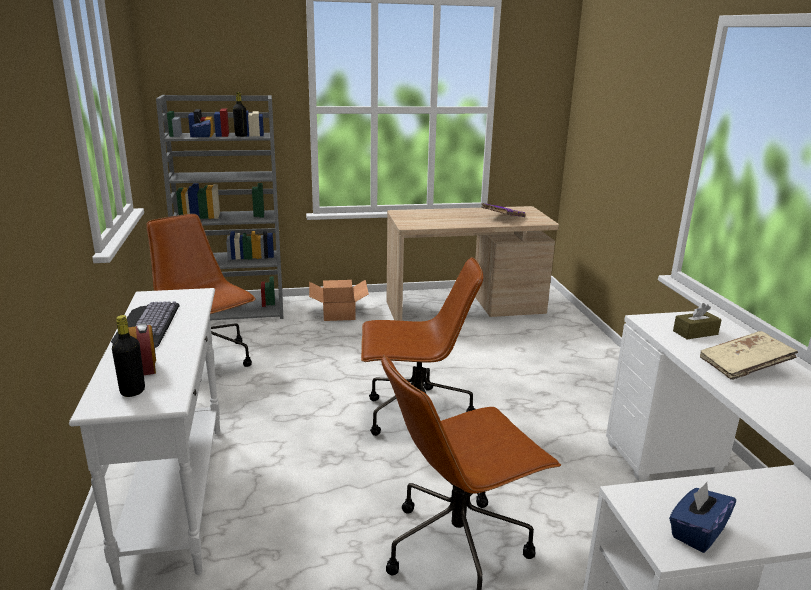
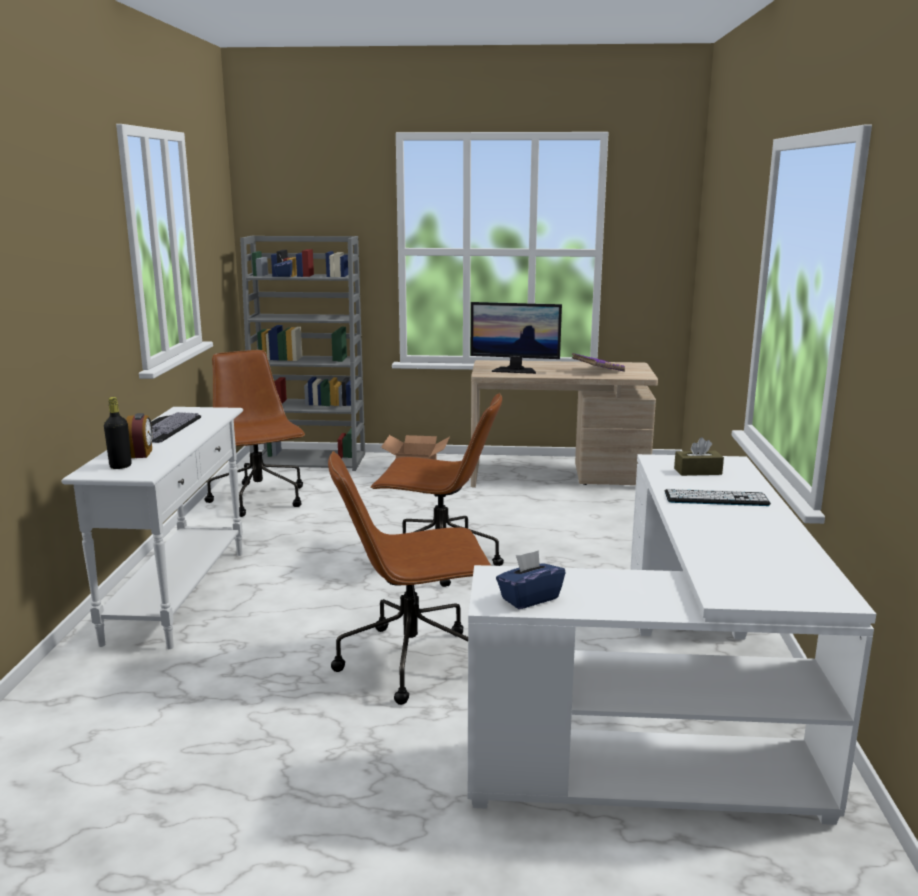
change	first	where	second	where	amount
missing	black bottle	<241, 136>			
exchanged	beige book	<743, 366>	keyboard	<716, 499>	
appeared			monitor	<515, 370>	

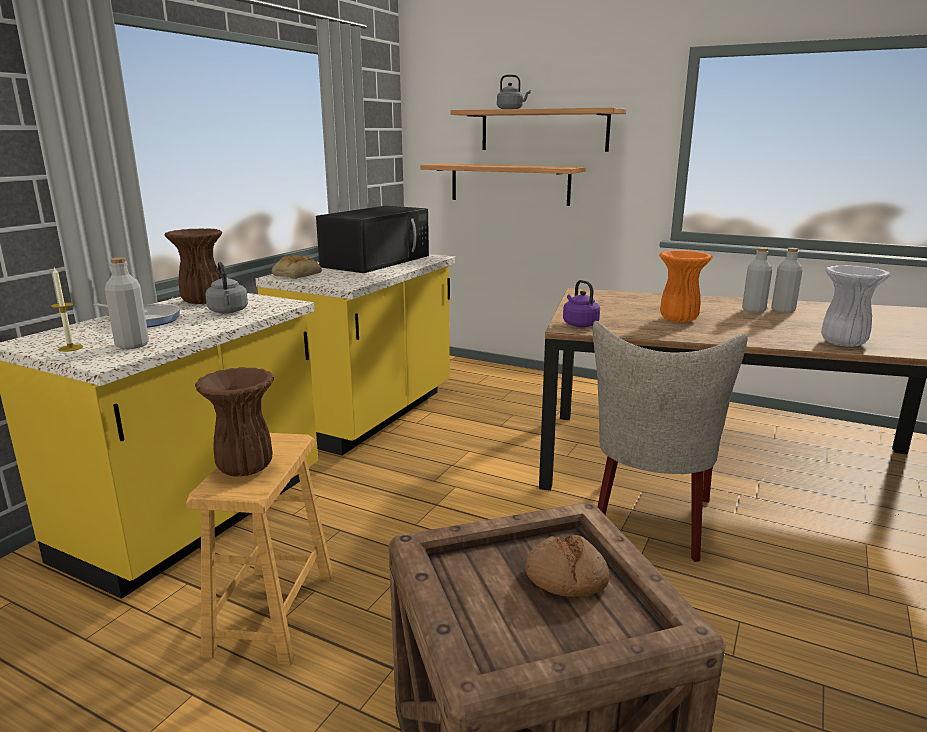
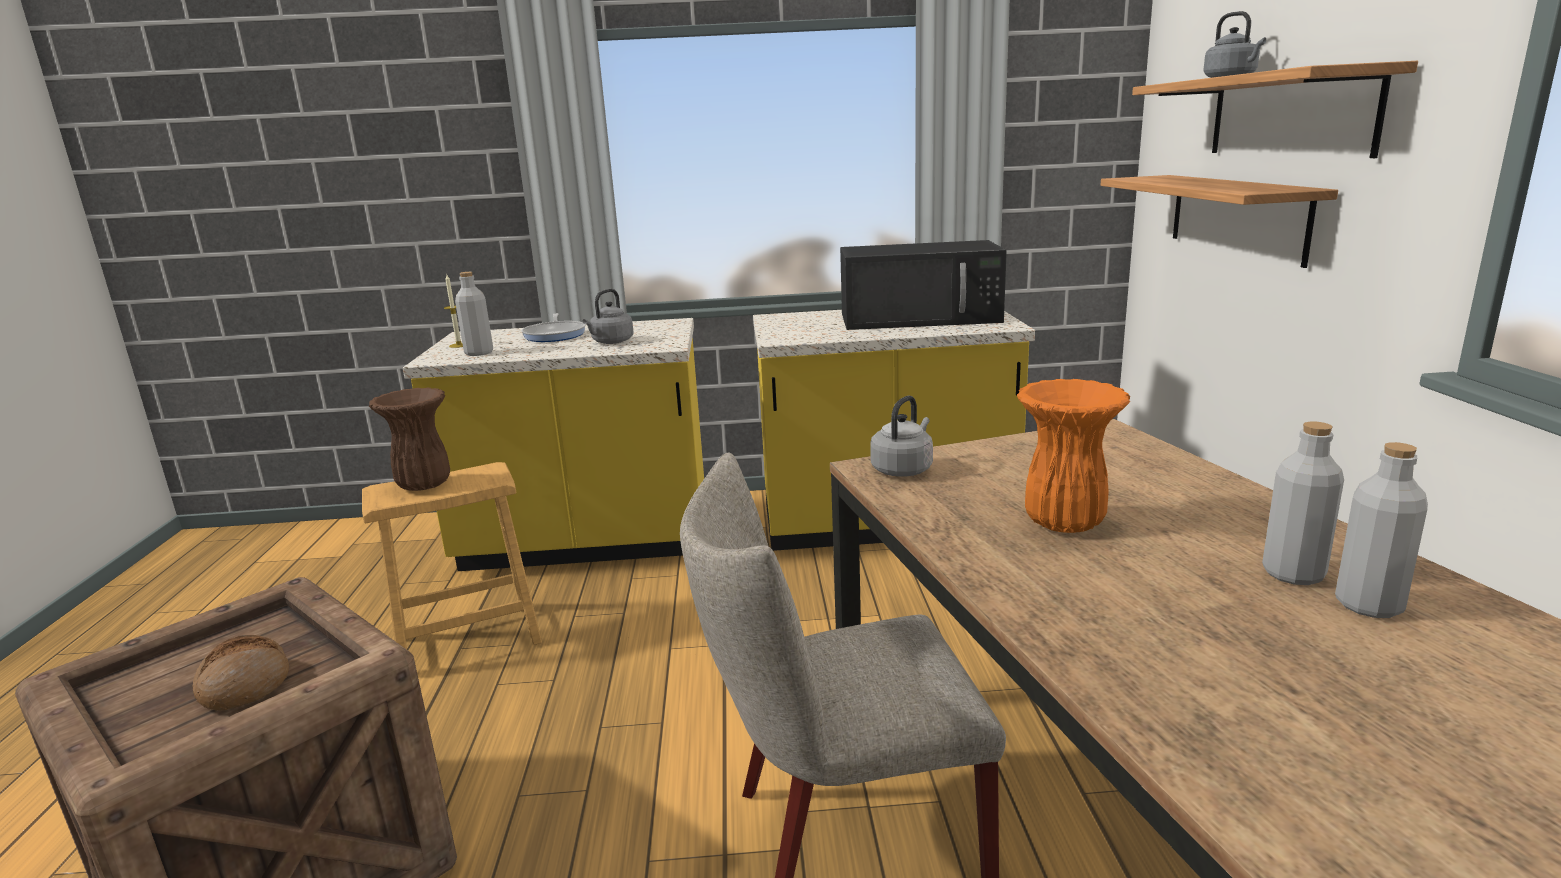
change	first	where	second	where	amount
missing	brown vase	<202, 302>			
missing	bread	<297, 274>			
missing	white vase	<844, 343>			
colour	purple kettle	<579, 324>	grey kettle	<903, 469>	

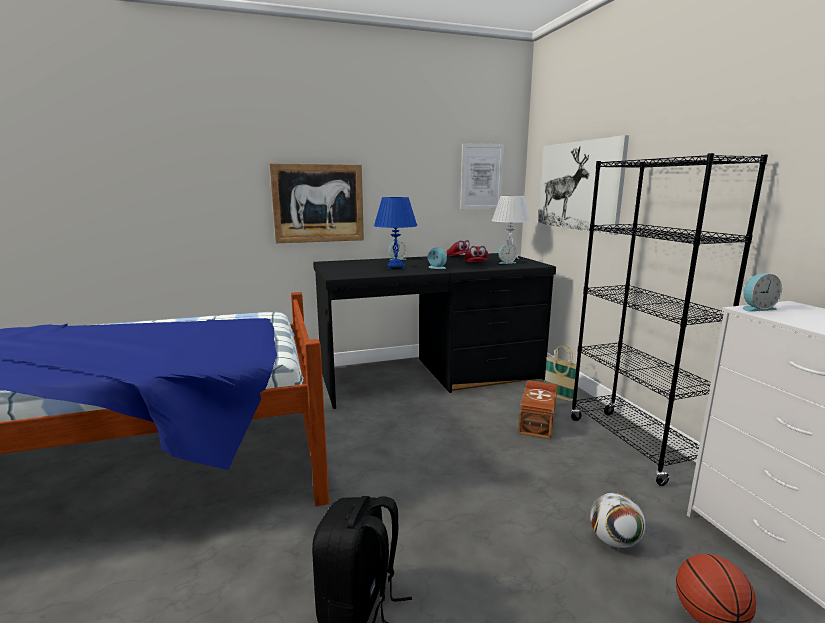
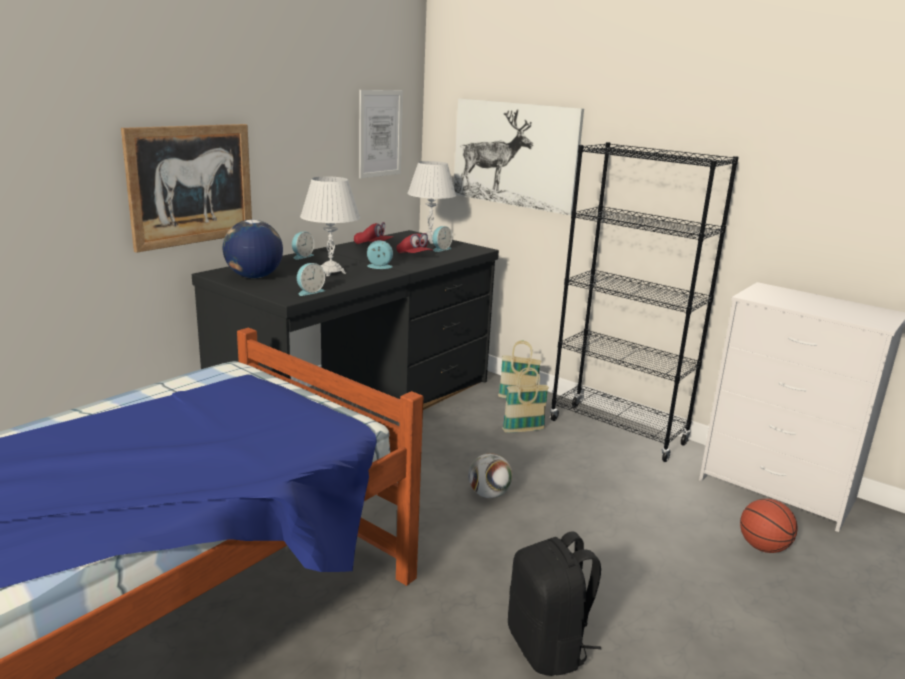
change	first	where	second	where	amount
colour	blue table lamp	<396, 267>	white table lamp	<331, 272>	
relocated	alarm clock	<756, 308>		<309, 291>	
exchanged	brown storage box	<538, 421>	basket	<523, 430>	
relocated	football	<614, 541>		<489, 494>	
appeared			globe	<254, 277>	

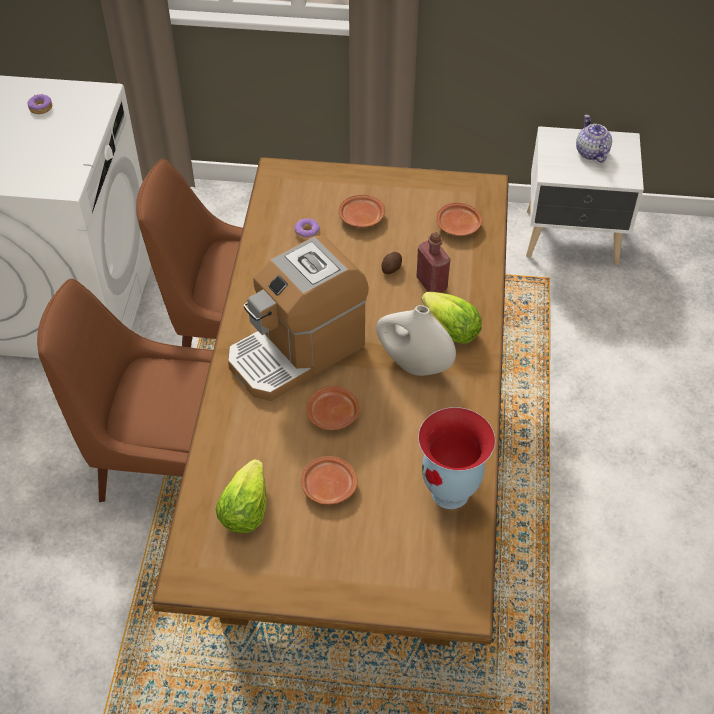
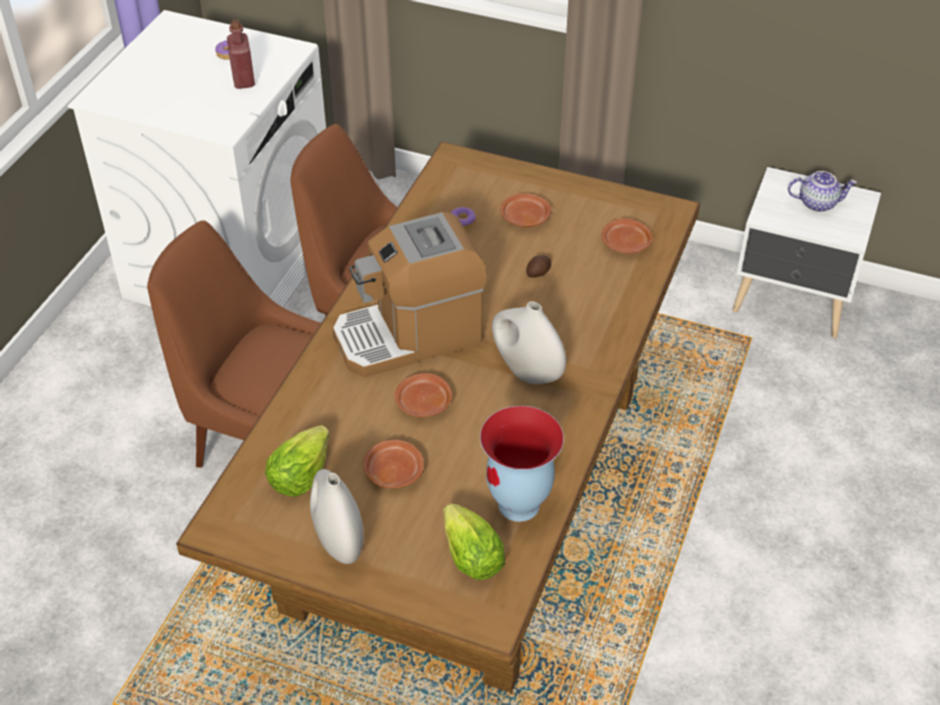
change	first	where	second	where	amount
spun	teapot	<591, 152>		<818, 203>	90 degrees clockwise
relocated	red bottle	<431, 283>		<243, 80>	
relocated	lettuce	<451, 330>		<471, 558>	
appeared			white vase	<338, 541>	

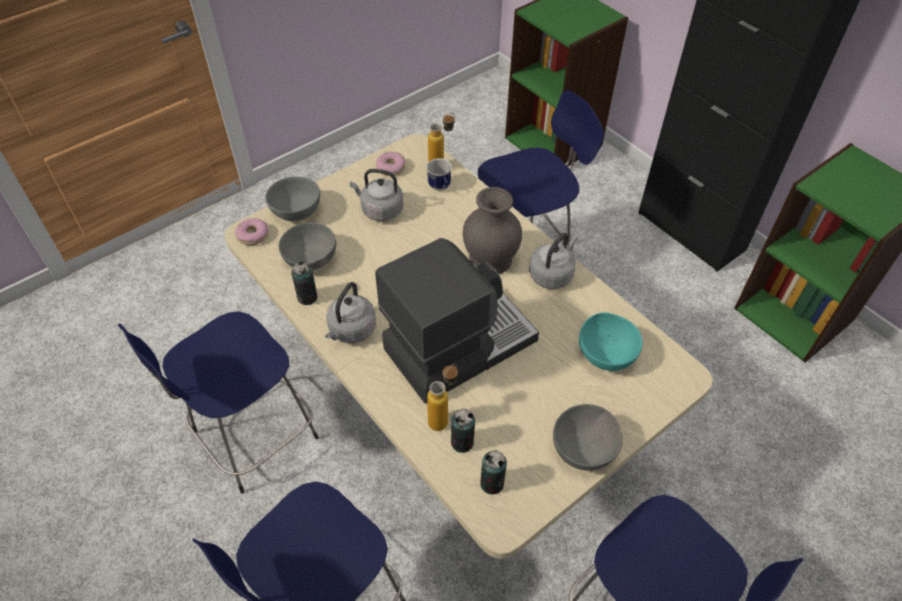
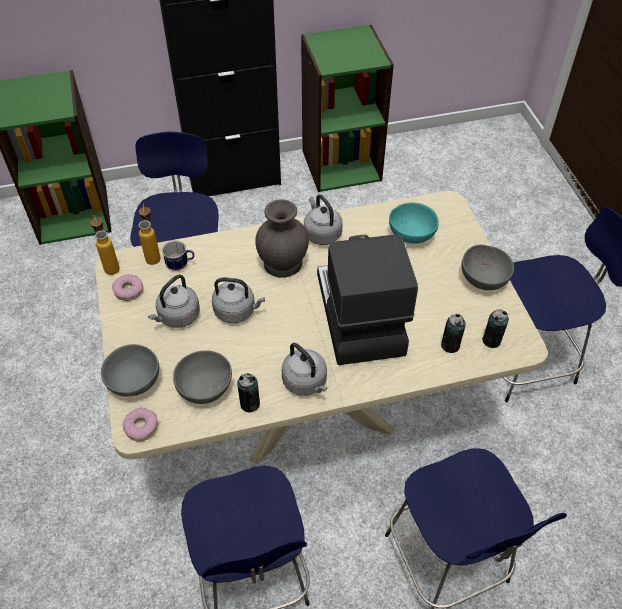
change	first	where	second	where	amount
relocated	bottle	<443, 417>		<110, 265>	
appeared			grey kettle	<237, 311>	

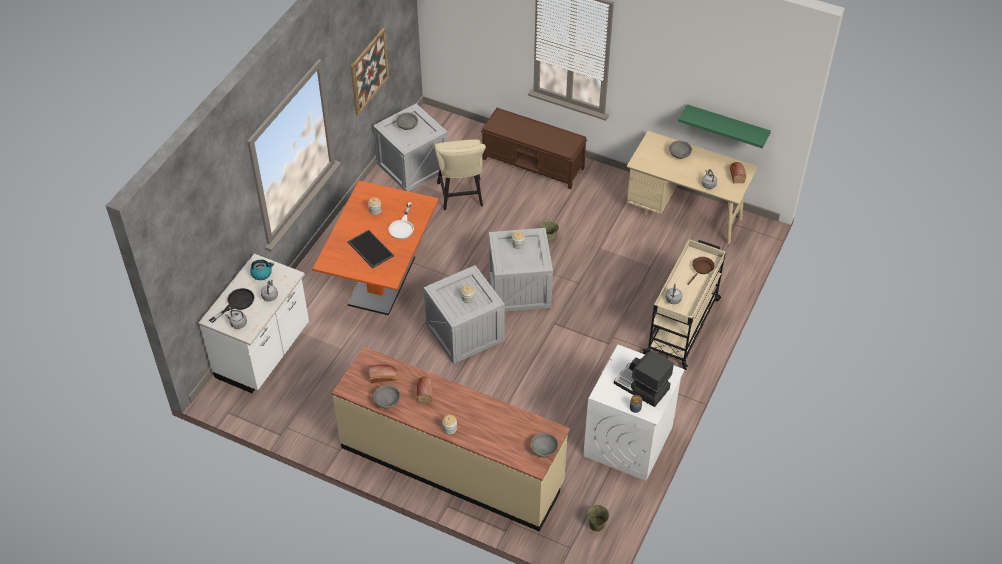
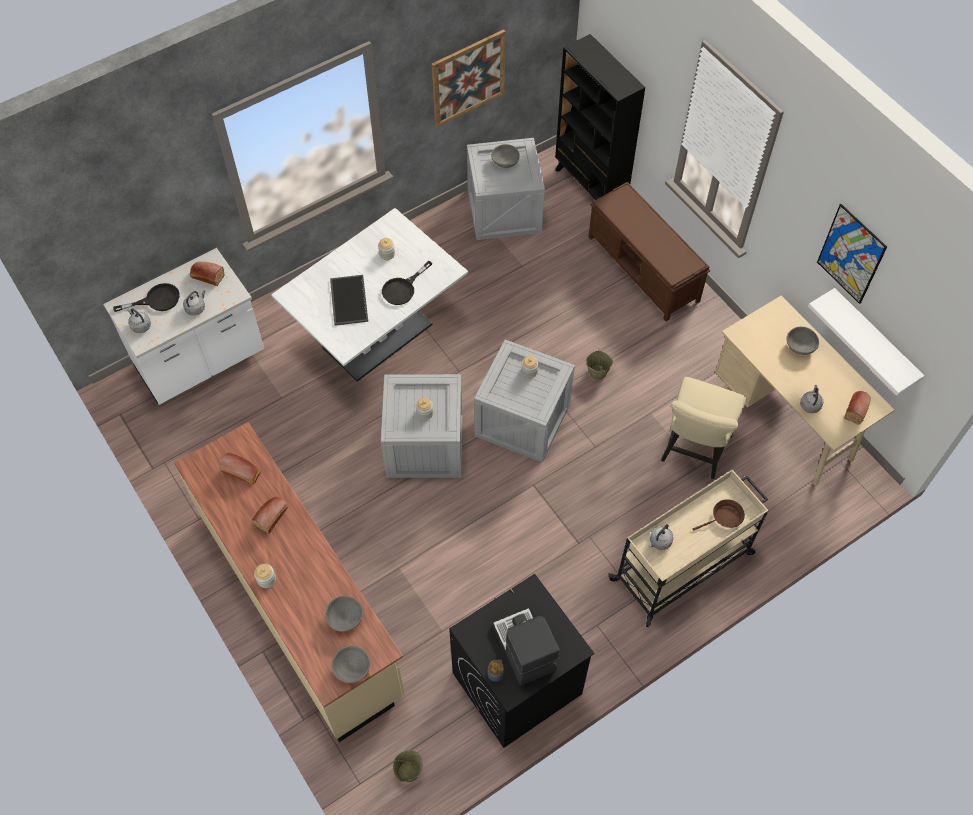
change	first	where	second	where	amount
colour	green shelf	<727, 125>	white shelf	<874, 339>	
relocated	beige chair	<461, 197>		<693, 452>	
colour	orange dining table	<382, 281>	white dining table	<377, 336>	
colour	white frying pan	<402, 227>	black frying pan	<403, 288>	
exchanged	kettle	<262, 273>	bread	<207, 276>	
colour	white washing machine	<628, 442>	black washing machine	<516, 684>	
relocated	grey bowl	<387, 402>		<345, 618>	
appeared			black bookcase	<590, 187>	
appeared			picture	<851, 254>	

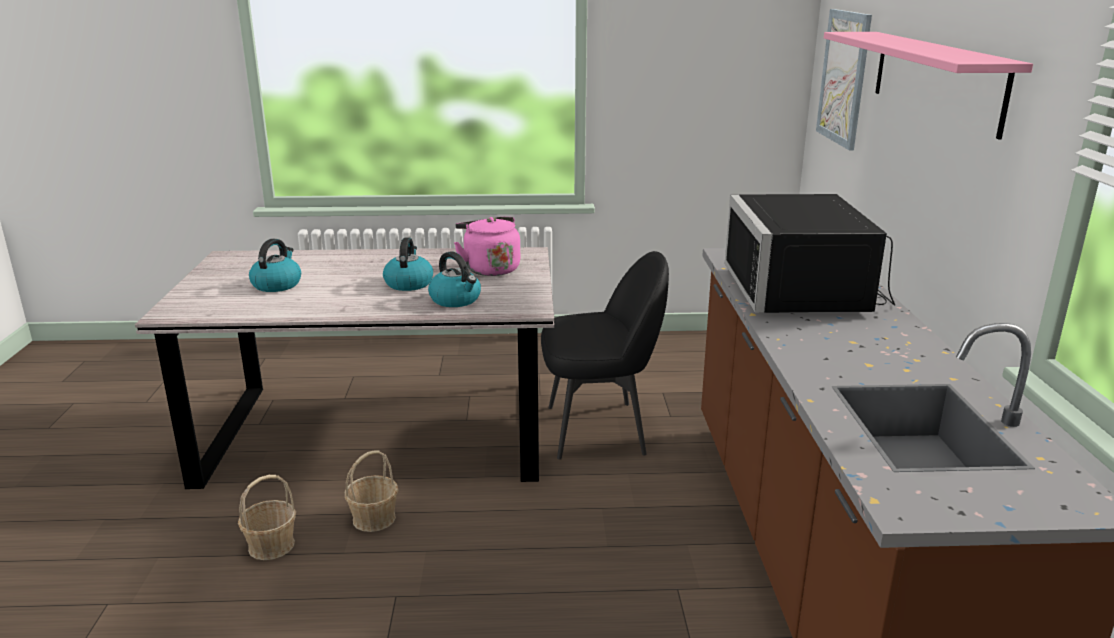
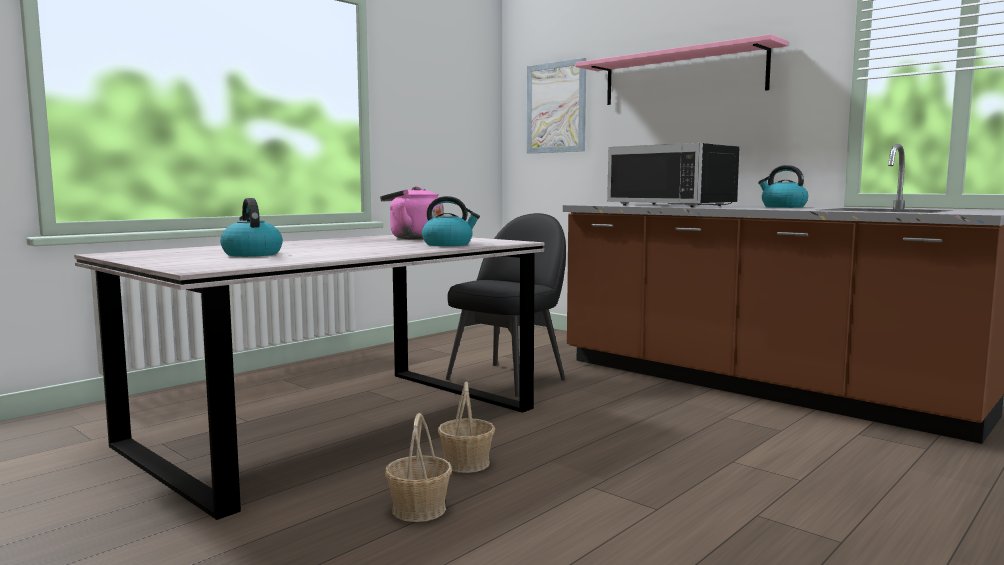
change	first	where	second	where	amount
relocated	kettle	<408, 283>		<783, 207>	

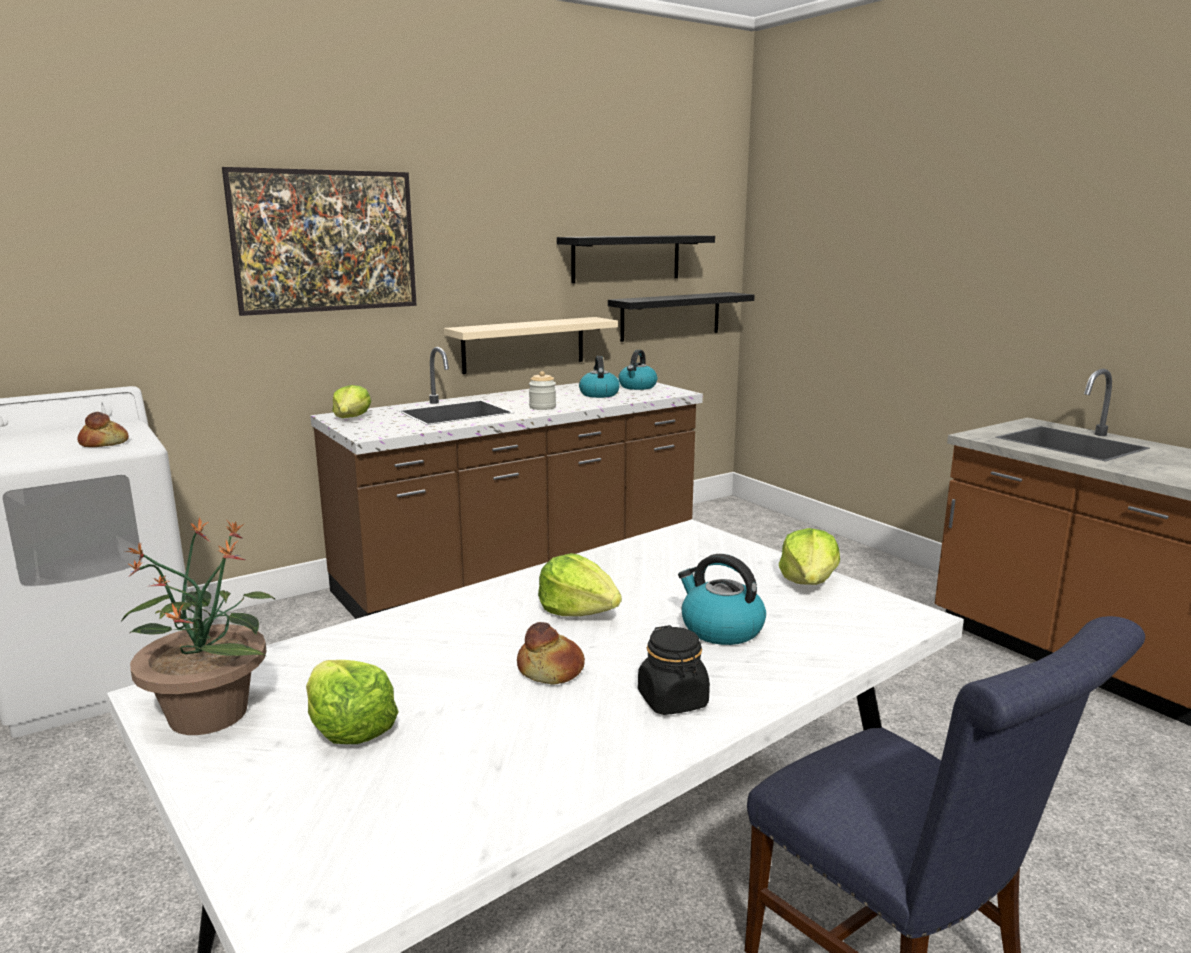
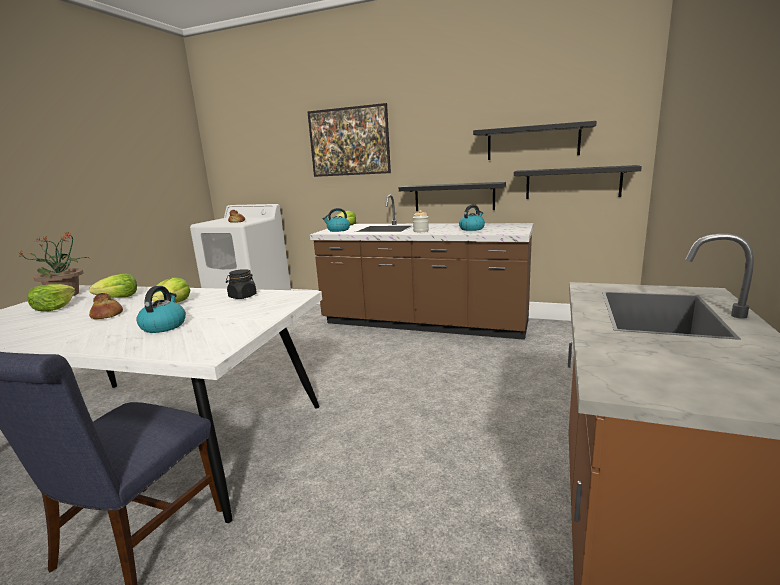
change	first	where	second	where	amount
colour	beige shelf	<524, 344>	black shelf	<454, 197>	
relocated	kettle	<637, 387>		<338, 230>	
relocated	lettuce	<808, 582>		<119, 298>	
relocated	black jar	<673, 700>		<242, 296>	

